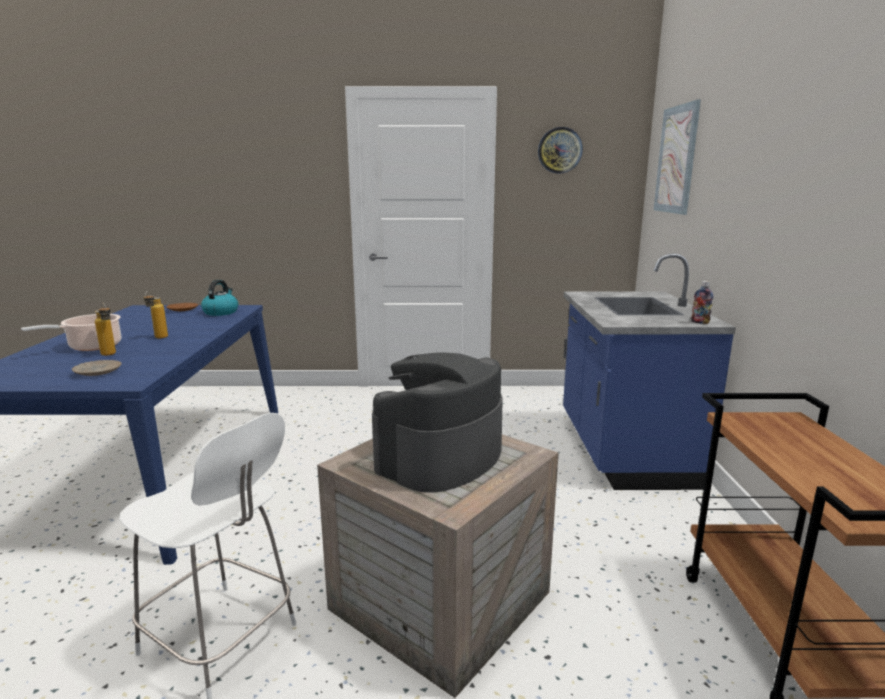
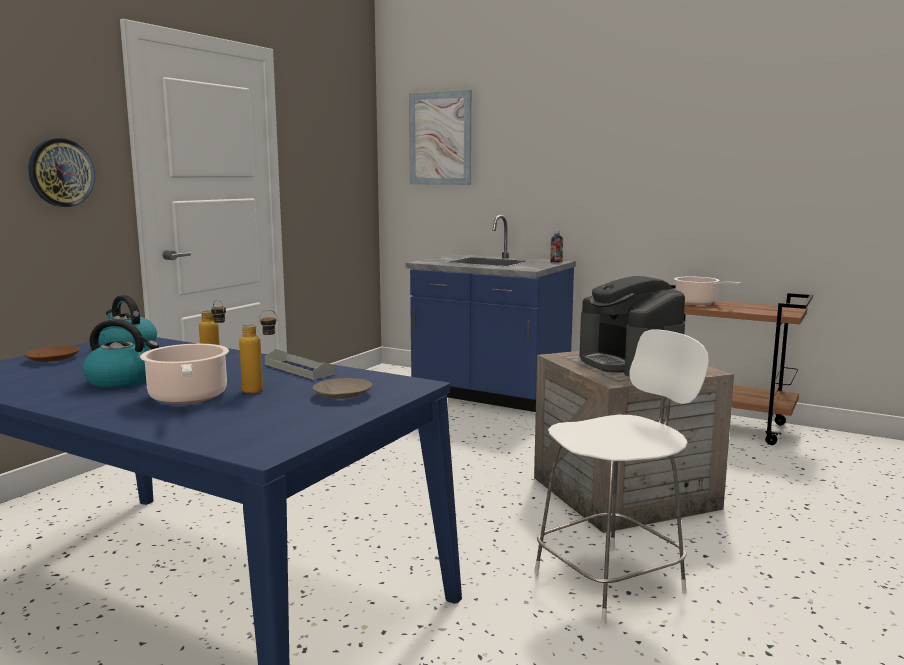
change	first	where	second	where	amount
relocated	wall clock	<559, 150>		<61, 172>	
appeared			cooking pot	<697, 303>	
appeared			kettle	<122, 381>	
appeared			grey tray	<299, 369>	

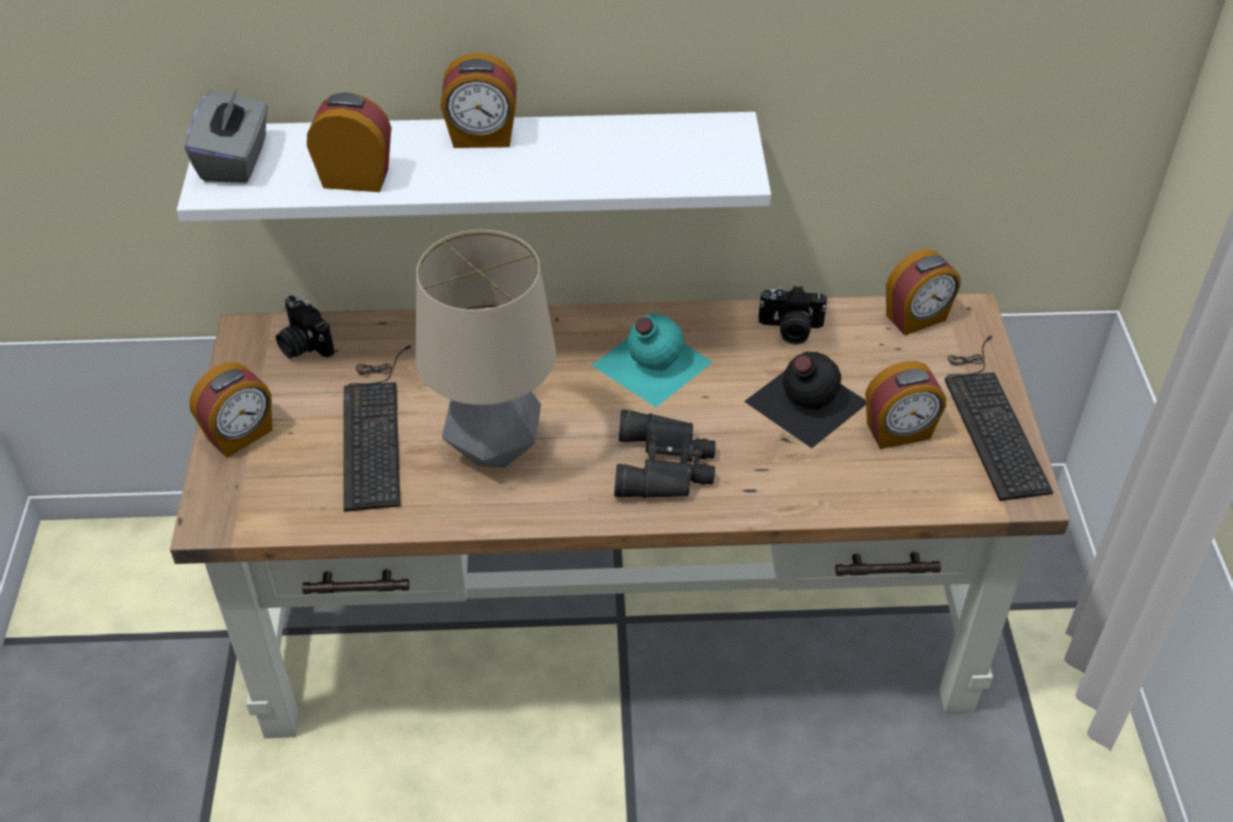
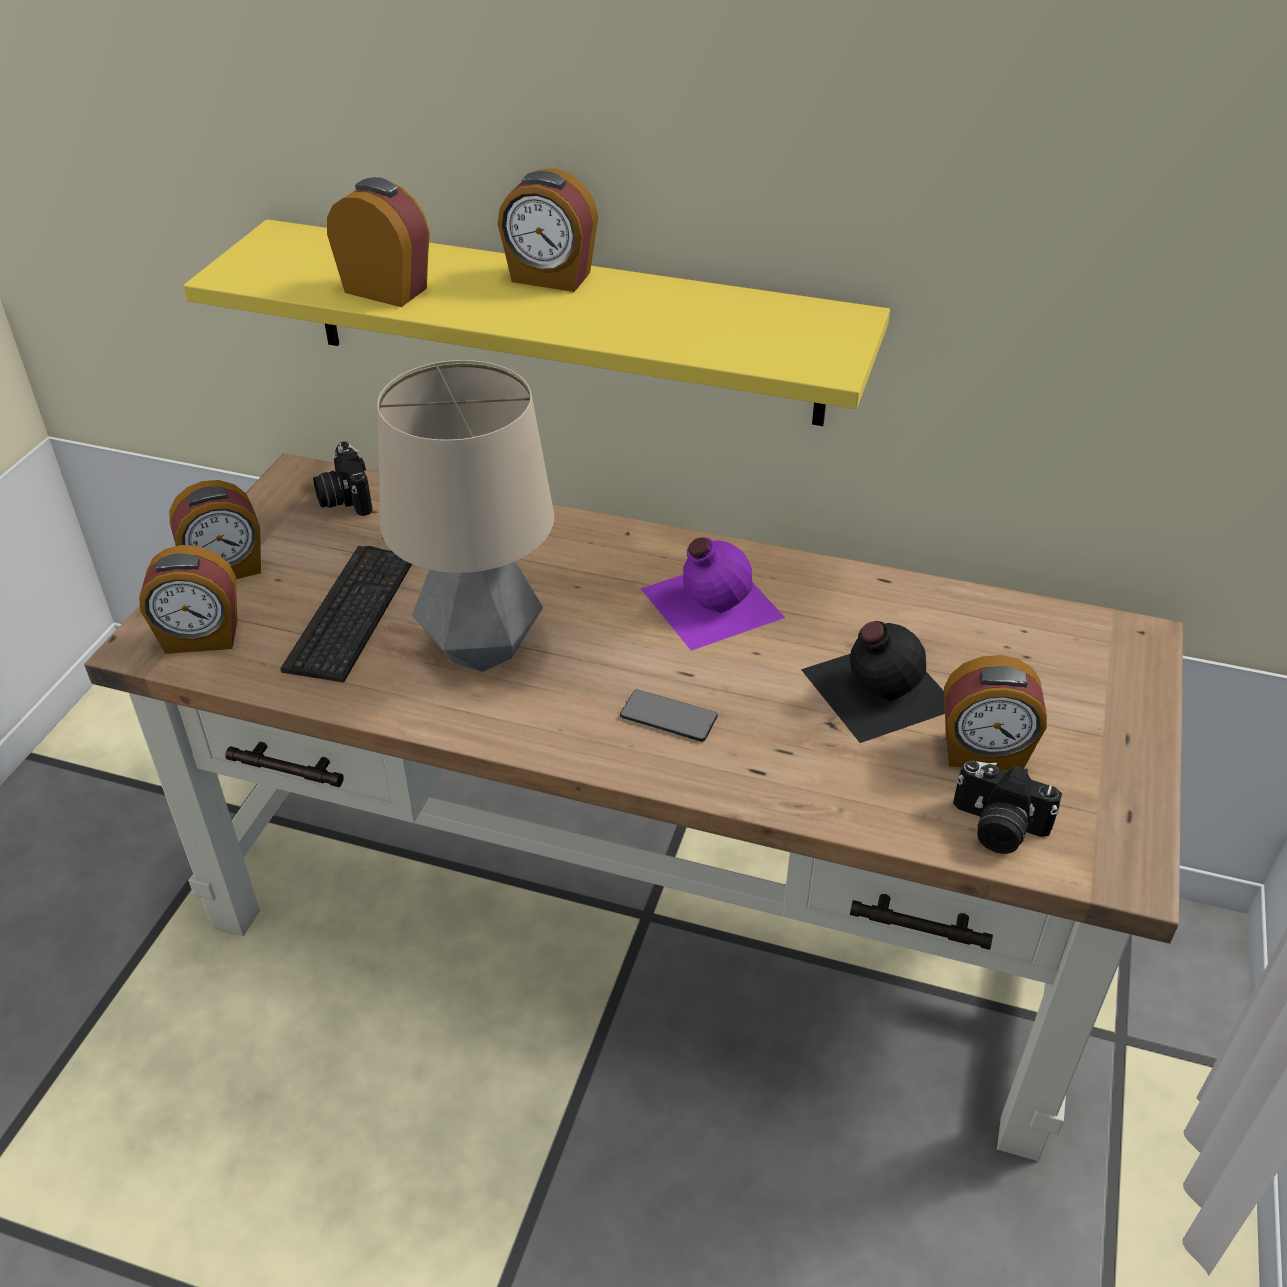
change	first	where	second	where	amount
missing	grey tissue box	<236, 160>			
colour	white shelf	<482, 164>	yellow shelf	<563, 323>	
relocated	alarm clock	<917, 319>		<201, 638>	
relocated	photo camera	<790, 330>		<997, 828>	
colour	turquoise bottle	<650, 363>	purple bottle	<709, 602>	
missing	keyboard	<992, 419>			
exchanged	black binoculars	<666, 466>	phone	<668, 717>	

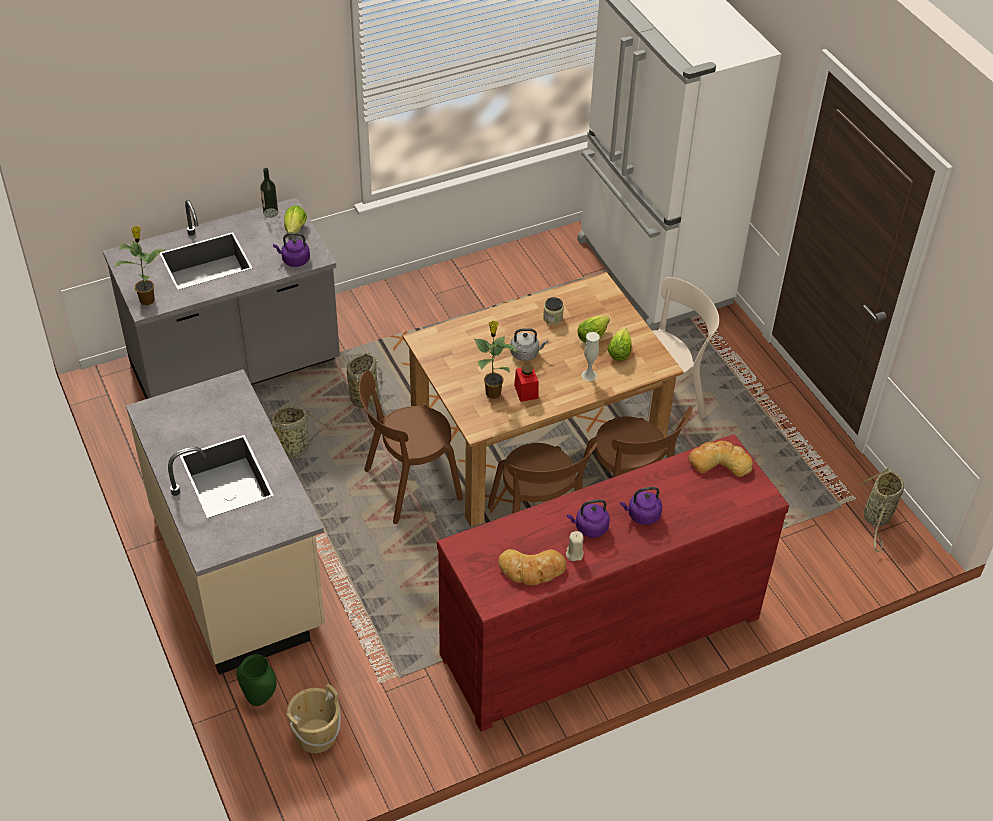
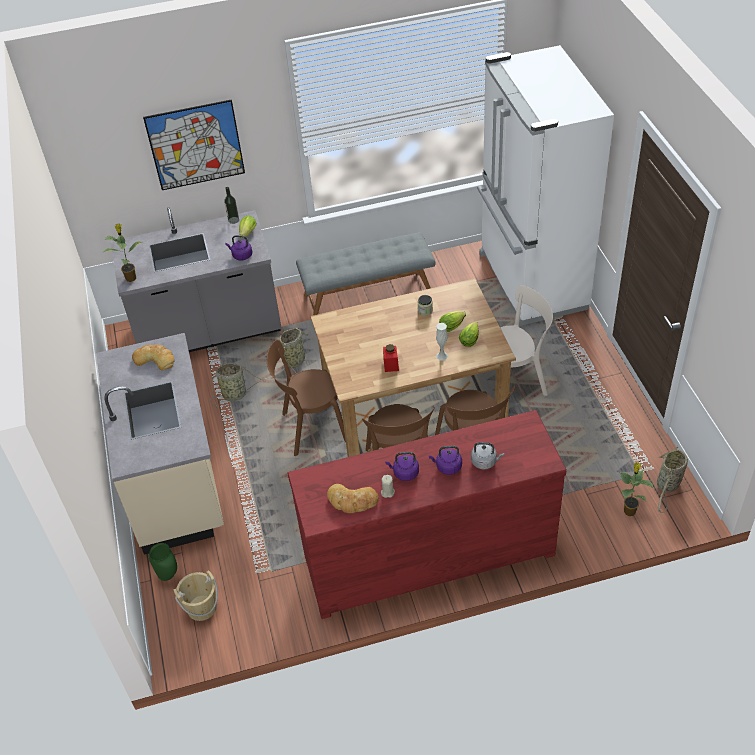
change	first	where	second	where	amount
relocated	potted plant	<492, 392>		<629, 510>	
relocated	grey kettle	<526, 353>		<485, 462>	
relocated	bread	<720, 462>		<155, 359>	
appeared			picture	<195, 145>	
appeared			grey bench	<368, 294>	

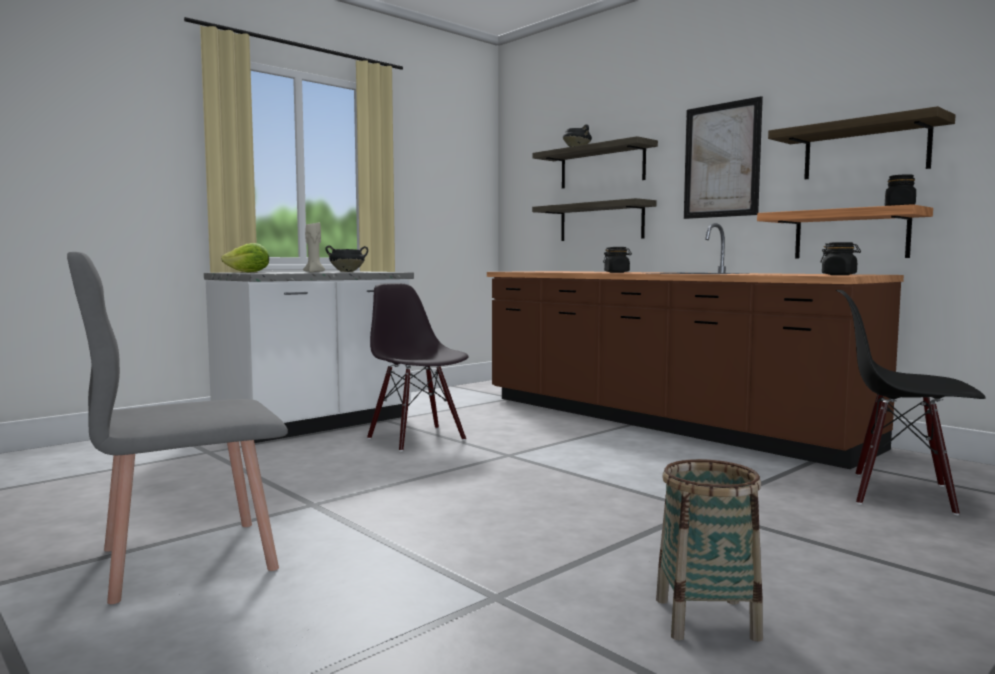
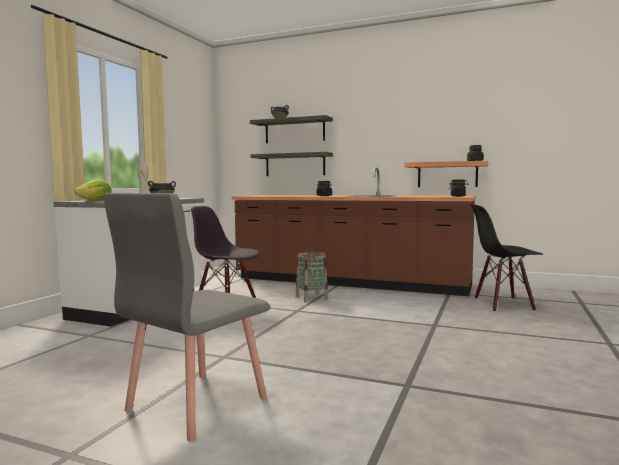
change	first	where	second	where	amount
missing	picture	<721, 160>			
missing	shelf	<865, 150>			
relocated	basket	<706, 619>		<311, 298>	

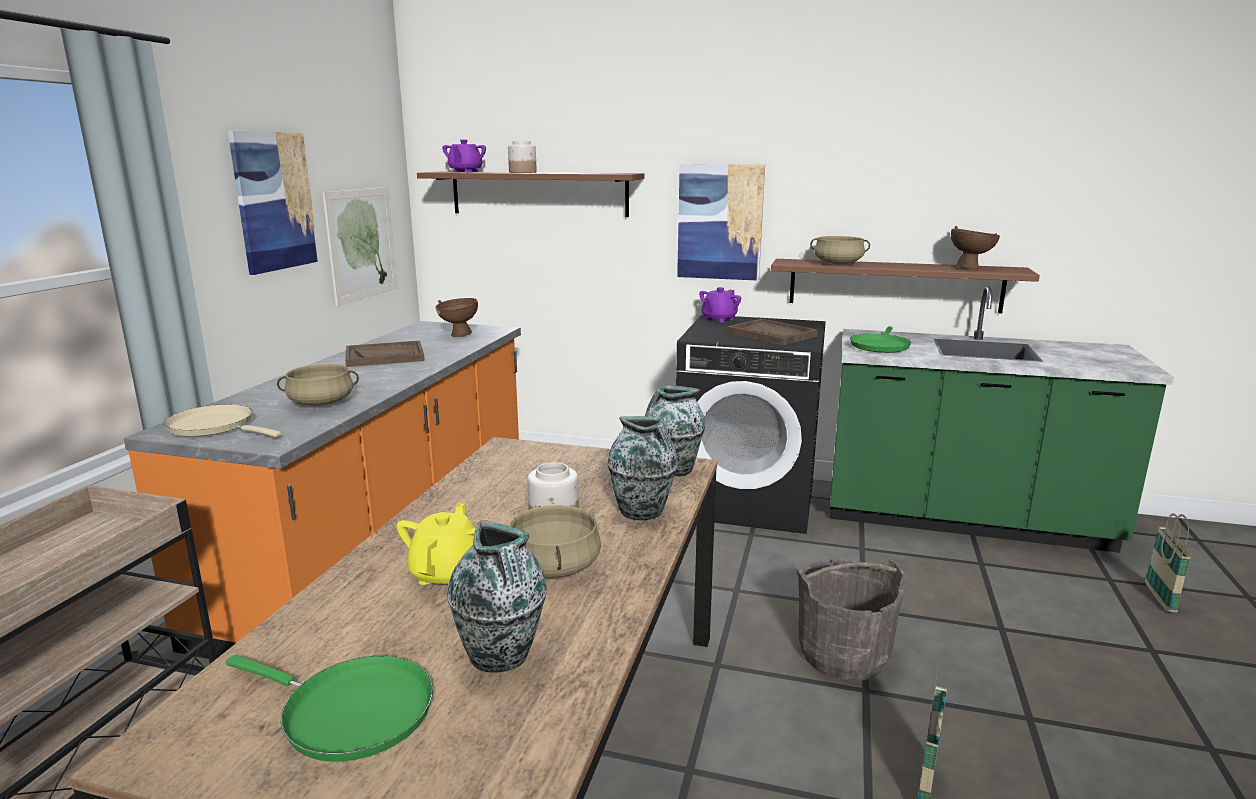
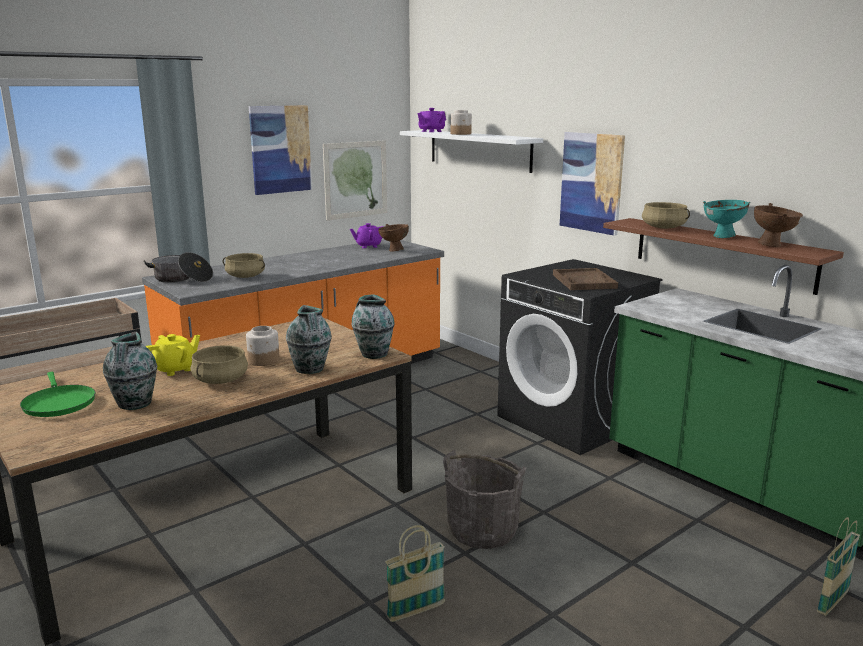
change	first	where	second	where	amount
colour	brown shelf	<539, 193>	white shelf	<479, 150>	
relocated	purple teapot	<718, 319>		<368, 246>	
missing	green frying pan	<880, 346>			
missing	brown tray	<385, 356>			
exchanged	beige frying pan	<215, 426>	cooking pot	<182, 279>	
appeared			turquoise bowl	<722, 237>	

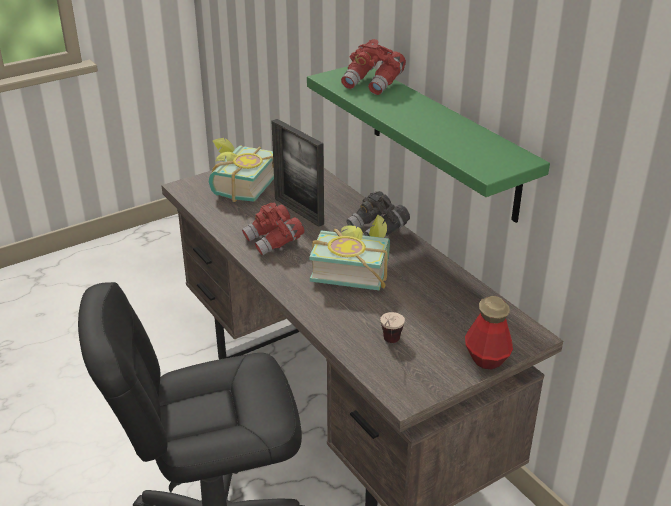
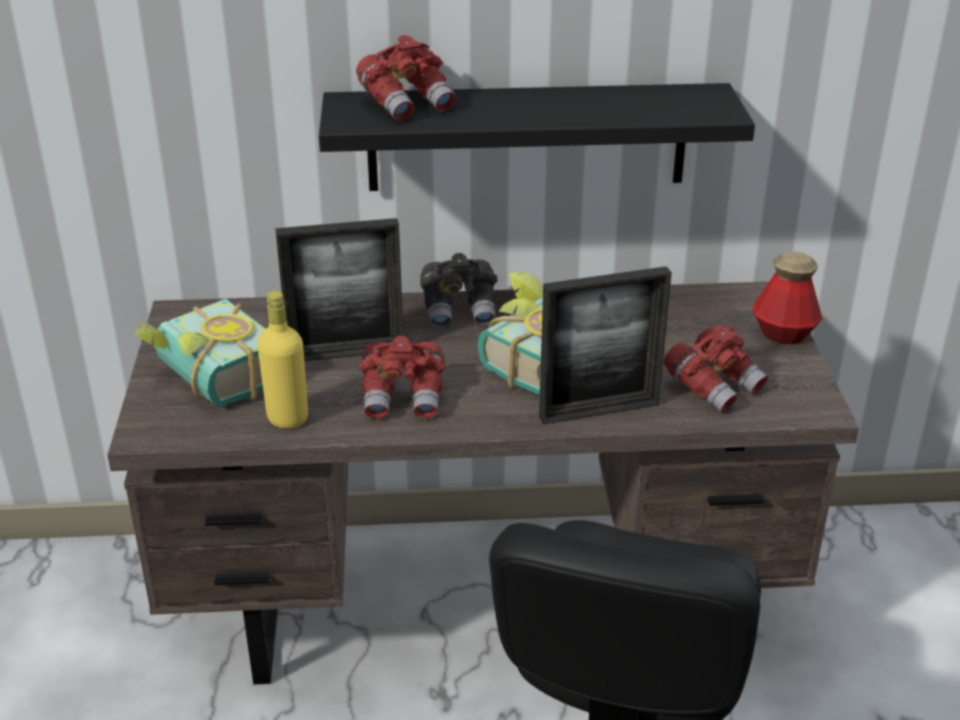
change	first	where	second	where	amount
colour	green shelf	<443, 141>	black shelf	<527, 137>	
exchanged	cup	<389, 344>	red binoculars	<713, 386>	
appeared			picture frame	<599, 411>	
appeared			yellow bottle	<287, 418>	

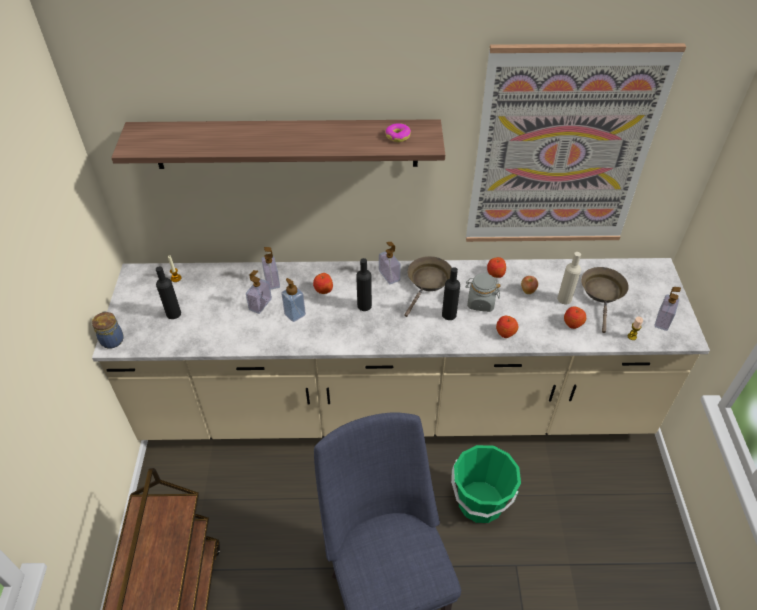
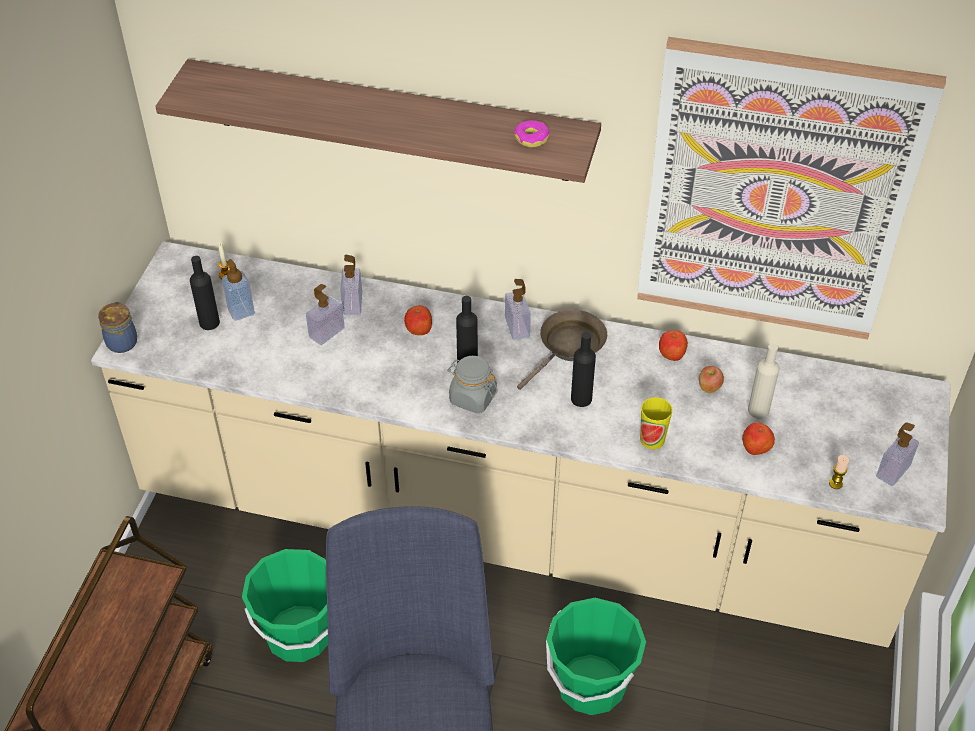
change	first	where	second	where	amount
missing	brown frying pan	<602, 293>			
relocated	grey jar	<480, 302>		<472, 398>	
relocated	soap dispenser	<295, 314>		<241, 311>	
exchanged	apple	<505, 332>	cup	<652, 439>	
appeared			green bucket	<299, 634>	

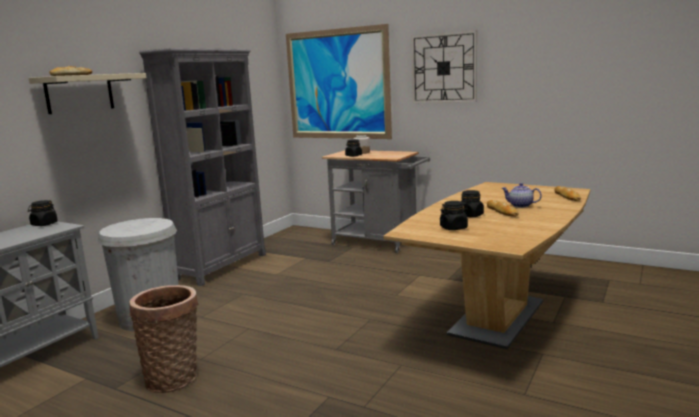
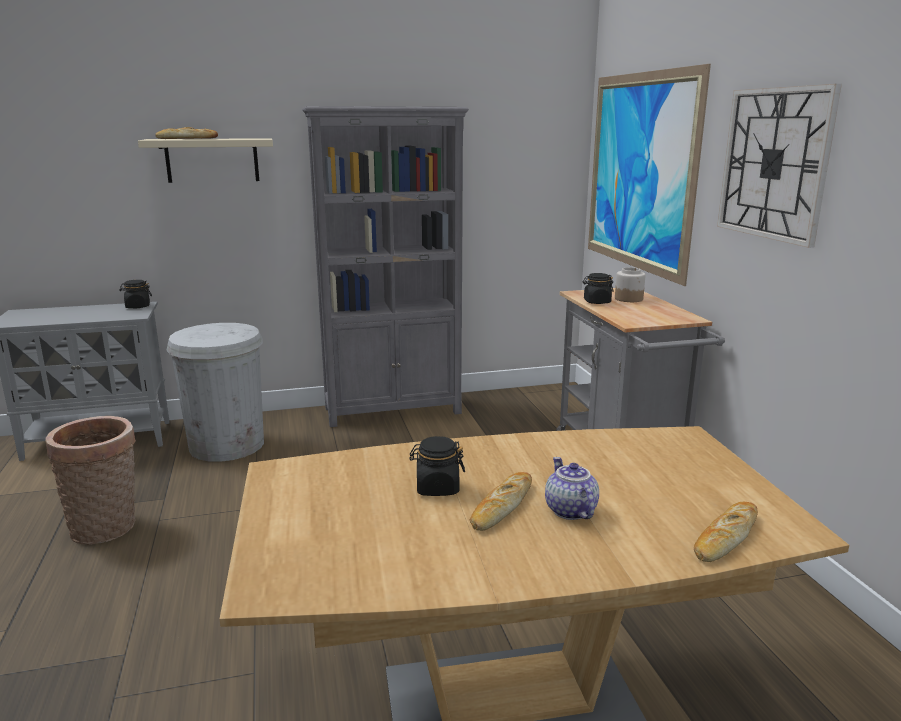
change	first	where	second	where	amount
missing	black jar	<454, 228>			

